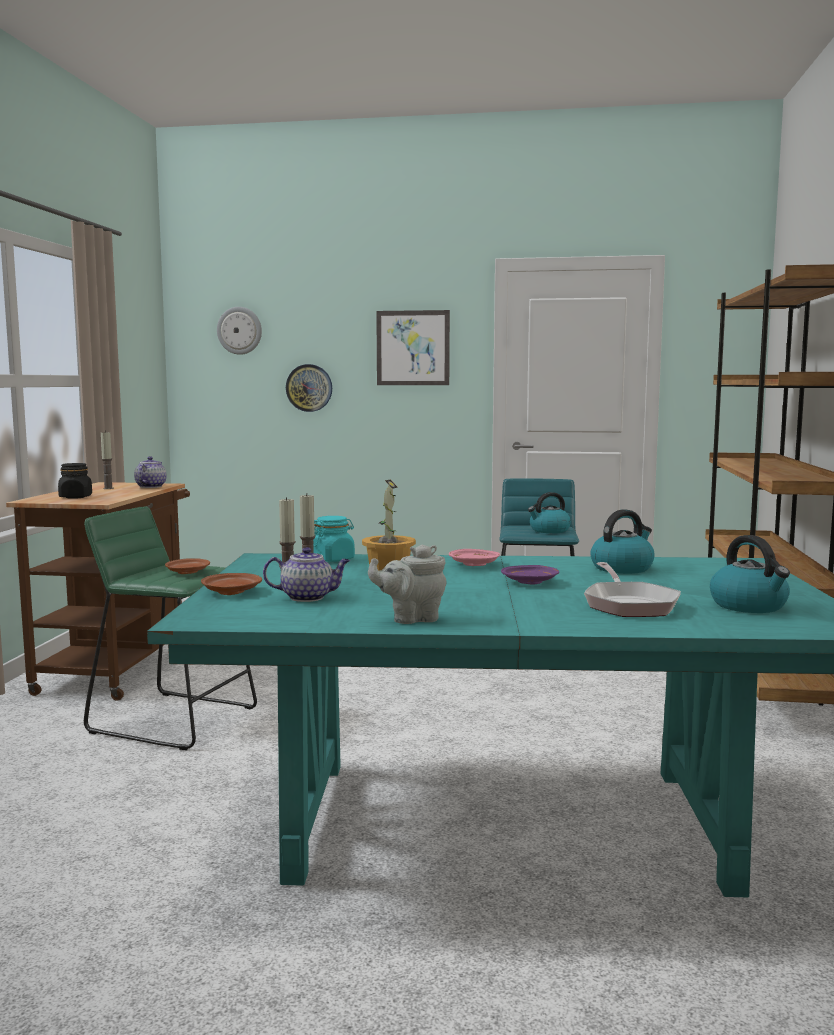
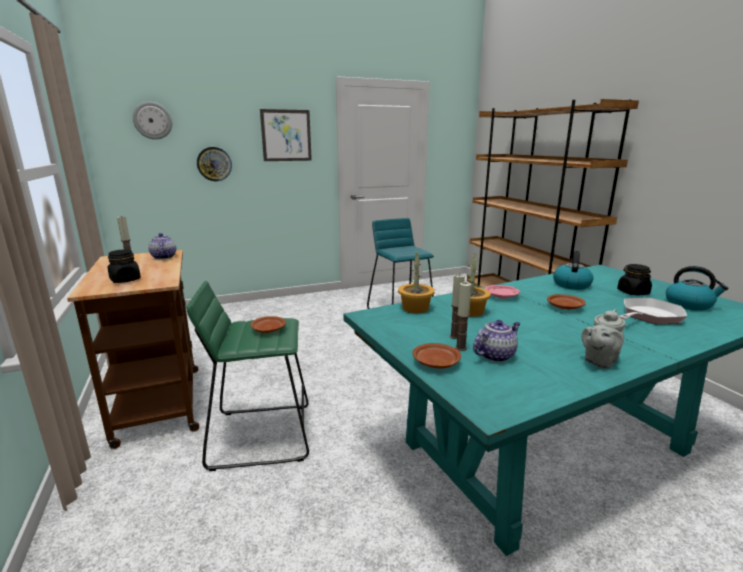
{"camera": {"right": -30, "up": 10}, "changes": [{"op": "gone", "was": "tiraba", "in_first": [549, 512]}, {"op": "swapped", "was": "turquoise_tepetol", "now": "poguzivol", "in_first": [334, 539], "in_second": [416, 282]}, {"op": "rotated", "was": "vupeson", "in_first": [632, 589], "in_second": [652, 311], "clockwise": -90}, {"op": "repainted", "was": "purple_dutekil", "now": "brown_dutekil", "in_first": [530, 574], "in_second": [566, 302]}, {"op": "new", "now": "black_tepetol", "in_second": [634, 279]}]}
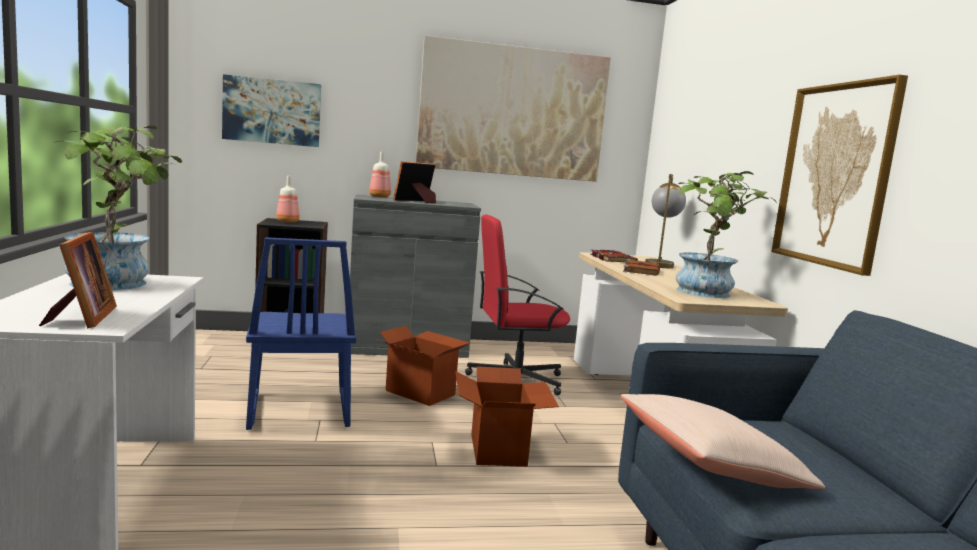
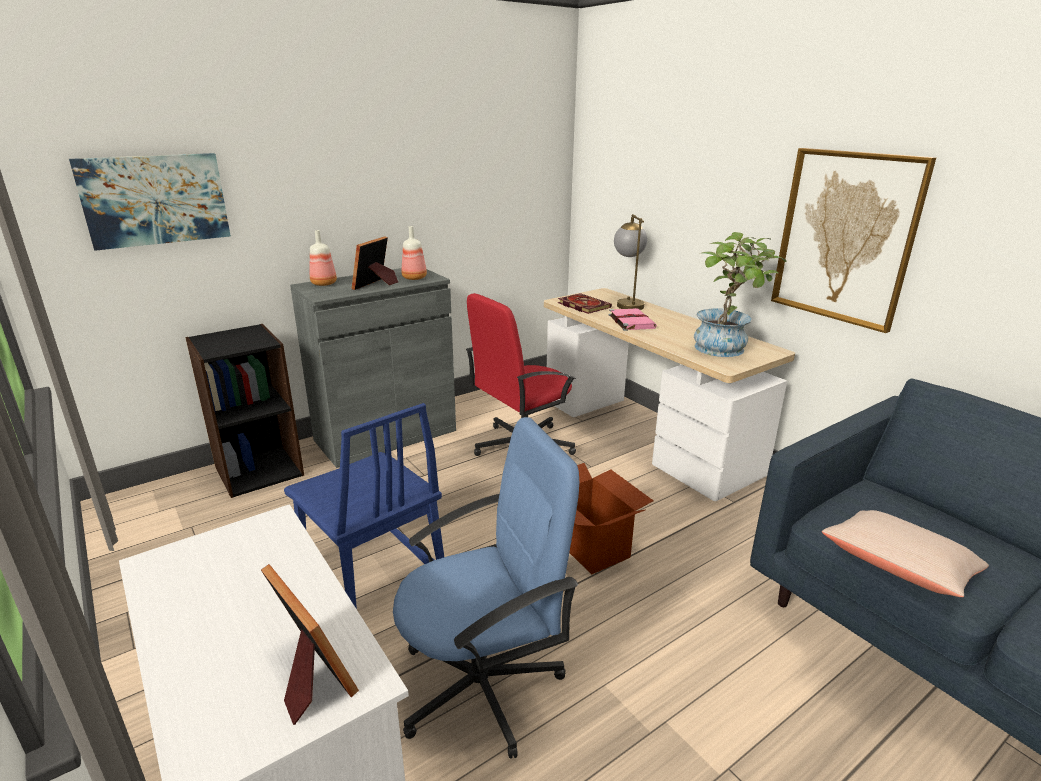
{"camera": {"right": -25, "up": 15}, "changes": [{"op": "gone", "was": "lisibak", "in_first": [513, 108]}, {"op": "gone", "was": "poguzivol", "in_first": [119, 208]}, {"op": "shifted", "was": "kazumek", "in_first": [287, 199], "in_second": [414, 253]}, {"op": "repainted", "was": "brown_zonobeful", "now": "pink_zonobeful", "in_first": [641, 267], "in_second": [633, 319]}, {"op": "gone", "was": "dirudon", "in_first": [423, 366]}, {"op": "new", "now": "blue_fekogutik", "in_second": [486, 588]}]}
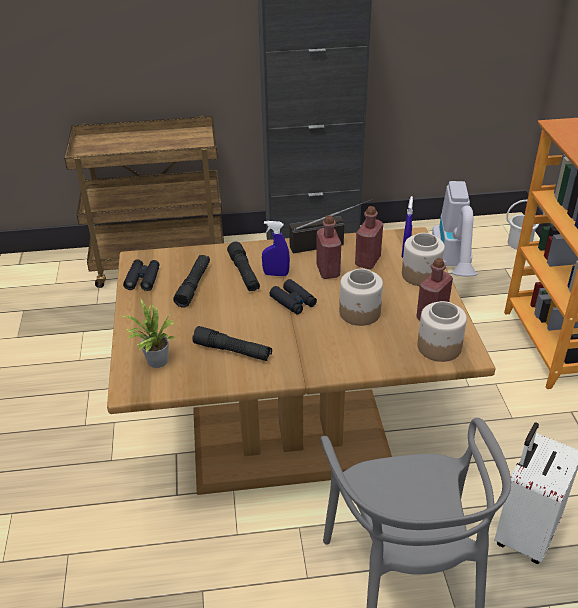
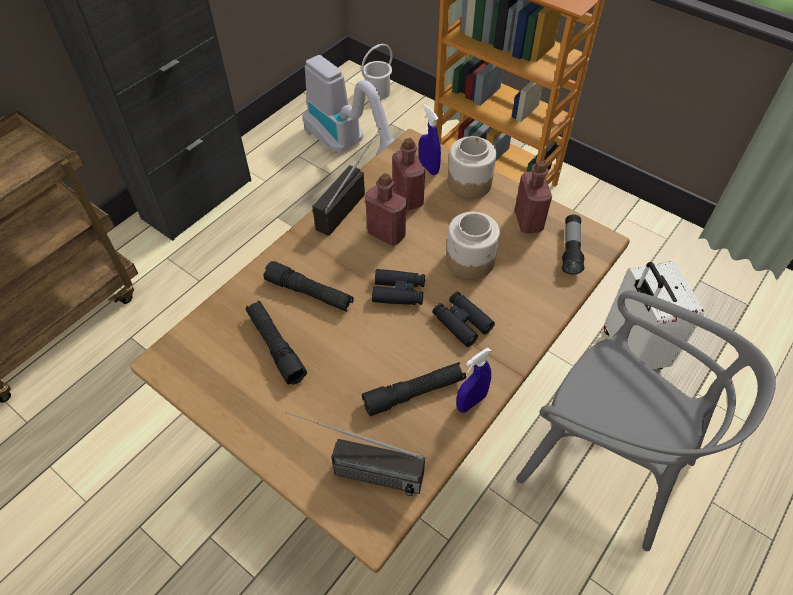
{"camera": {"right": -45, "up": 15}, "changes": [{"op": "shifted", "was": "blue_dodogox", "in_first": [276, 248], "in_second": [473, 380]}, {"op": "shifted", "was": "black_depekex", "in_first": [141, 275], "in_second": [463, 319]}, {"op": "swapped", "was": "poguzivol", "now": "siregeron", "in_first": [149, 333], "in_second": [355, 454]}, {"op": "swapped", "was": "tepetol", "now": "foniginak", "in_first": [442, 331], "in_second": [573, 244]}]}
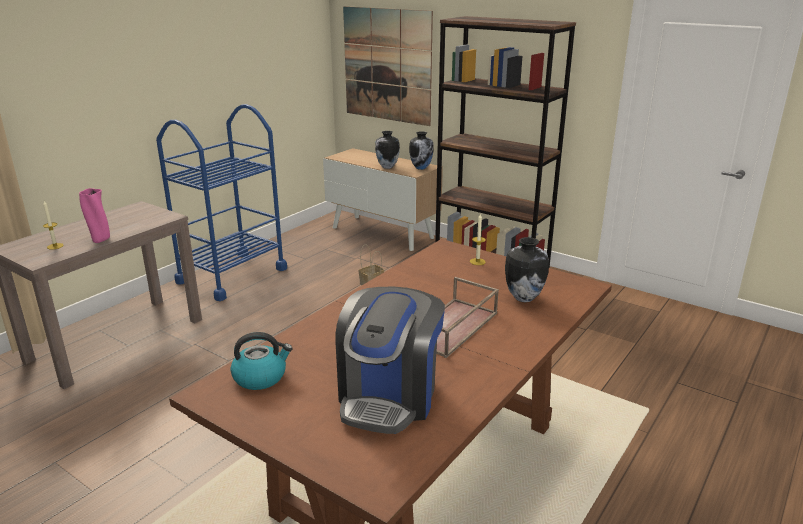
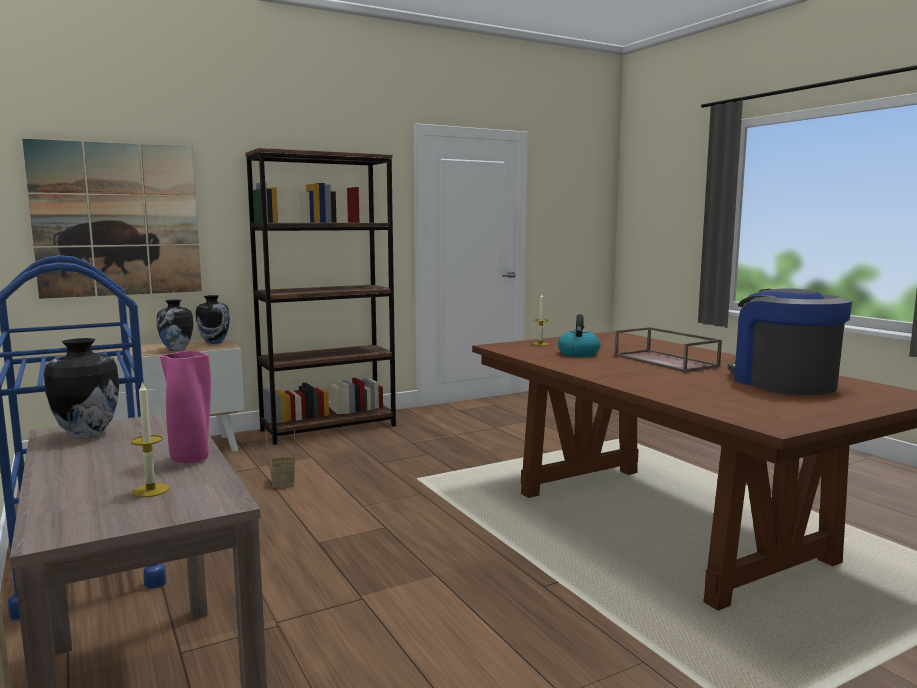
{"camera": {"right": -65, "up": -15}, "changes": [{"op": "shifted", "was": "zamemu", "in_first": [527, 269], "in_second": [81, 388]}, {"op": "rotated", "was": "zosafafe", "in_first": [390, 360], "in_second": [790, 341], "clockwise": -150}, {"op": "shifted", "was": "tiraba", "in_first": [261, 361], "in_second": [579, 335]}]}
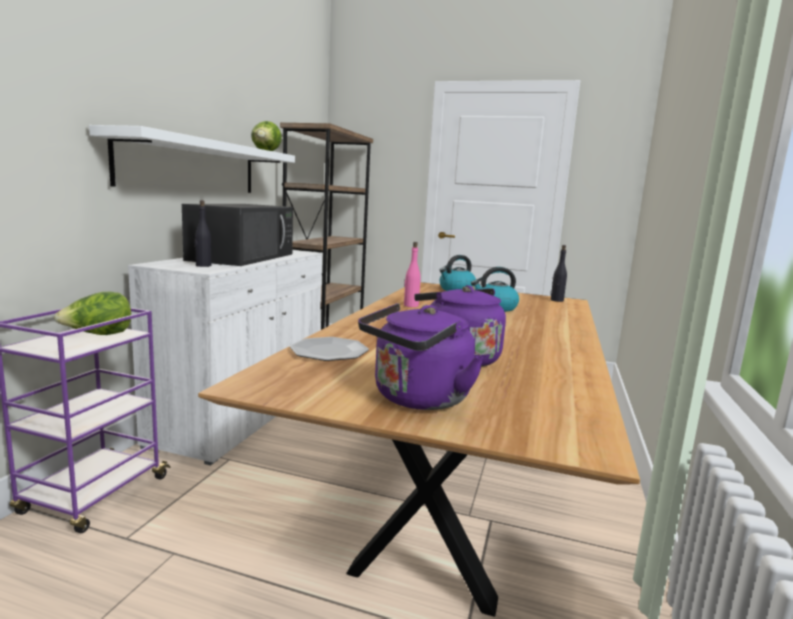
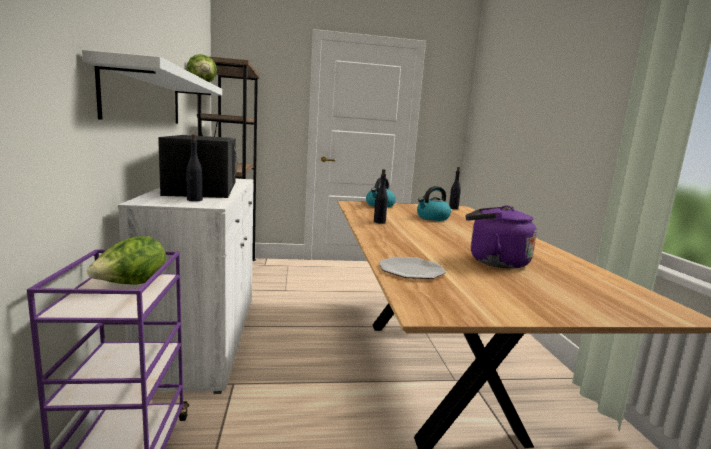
{"camera": {"right": -25, "up": 0}, "changes": [{"op": "repainted", "was": "pink_kazumek", "now": "black_kazumek", "in_first": [412, 274], "in_second": [381, 196]}, {"op": "gone", "was": "purple_tiraba", "in_first": [421, 356]}]}
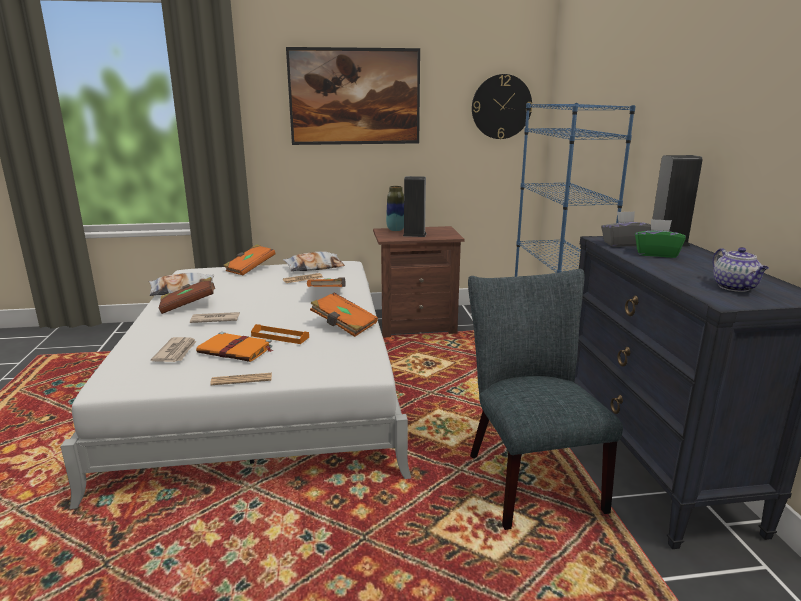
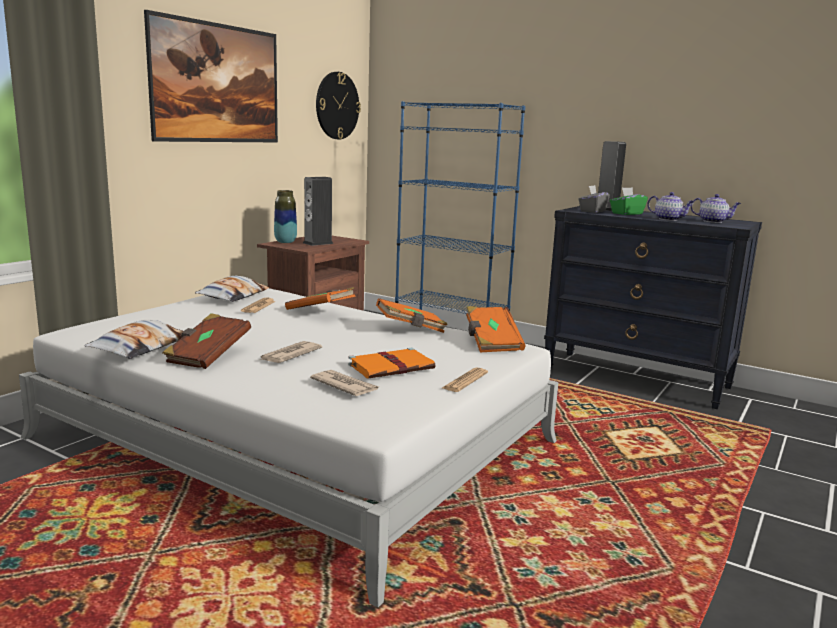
{"camera": {"right": -50, "up": -5}, "changes": [{"op": "shifted", "was": "orange_zonobeful", "in_first": [249, 260], "in_second": [495, 329]}, {"op": "gone", "was": "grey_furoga", "in_first": [545, 399]}, {"op": "gone", "was": "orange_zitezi", "in_first": [280, 334]}, {"op": "new", "now": "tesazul", "in_second": [670, 206]}]}
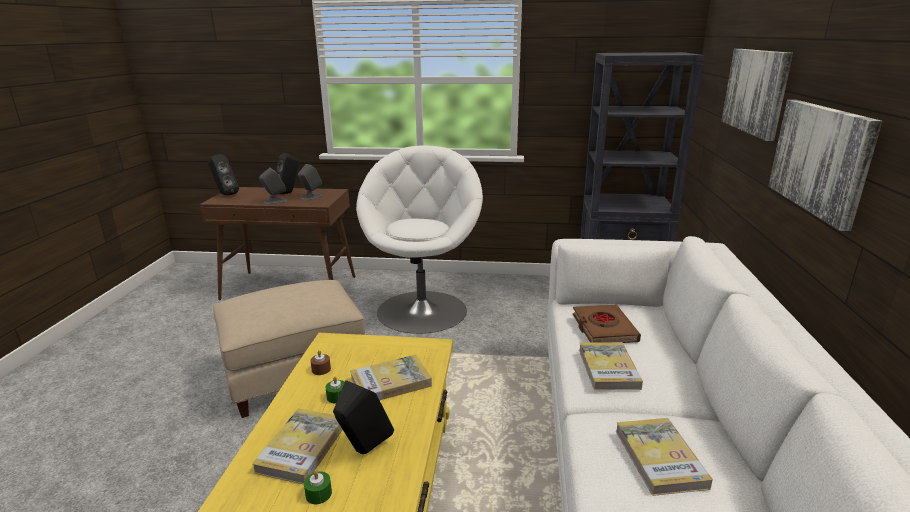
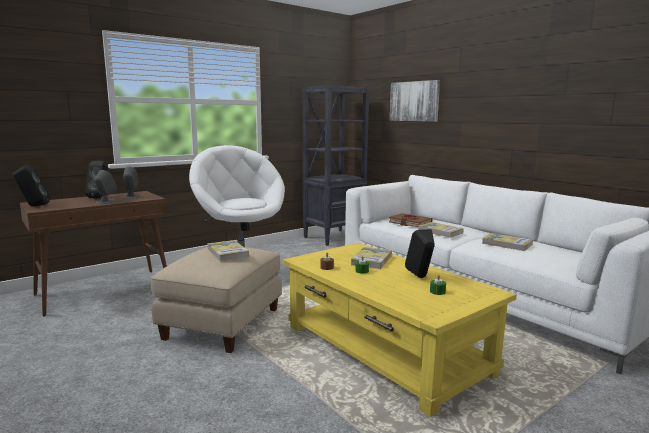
{"camera": {"right": -45, "up": -10}, "changes": [{"op": "gone", "was": "lisibak", "in_first": [825, 165]}, {"op": "shifted", "was": "zonobeful", "in_first": [297, 446], "in_second": [228, 250]}]}
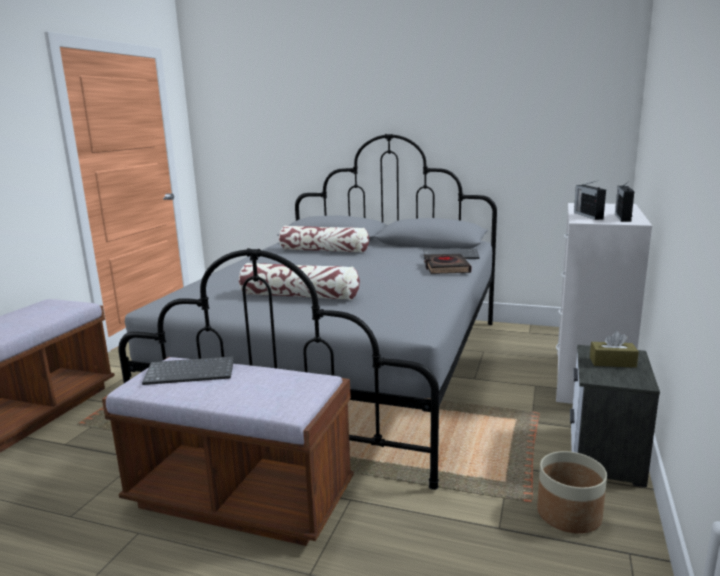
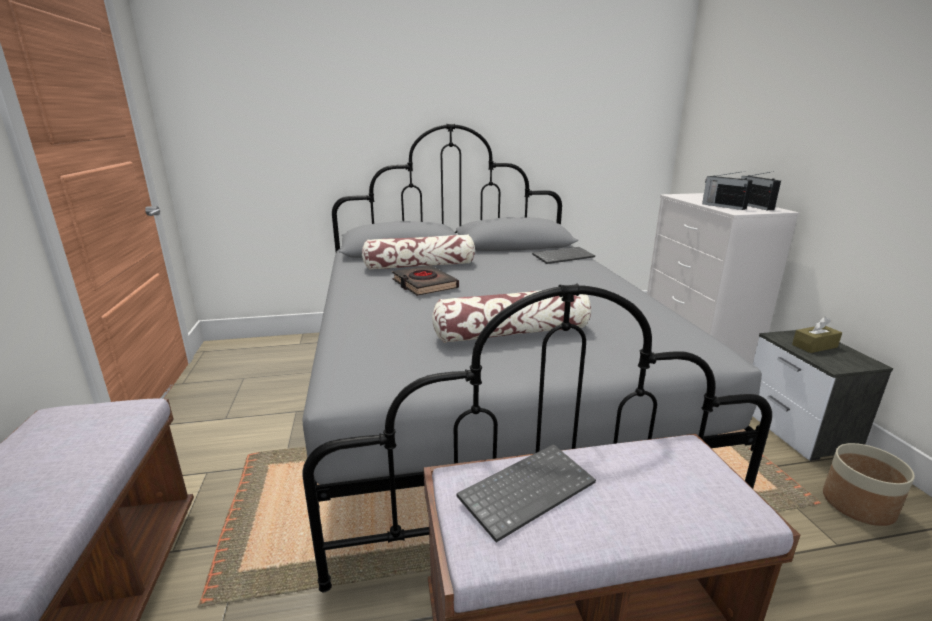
{"camera": {"right": -30, "up": 5}, "changes": [{"op": "shifted", "was": "black_zonobeful", "in_first": [447, 264], "in_second": [425, 280]}]}
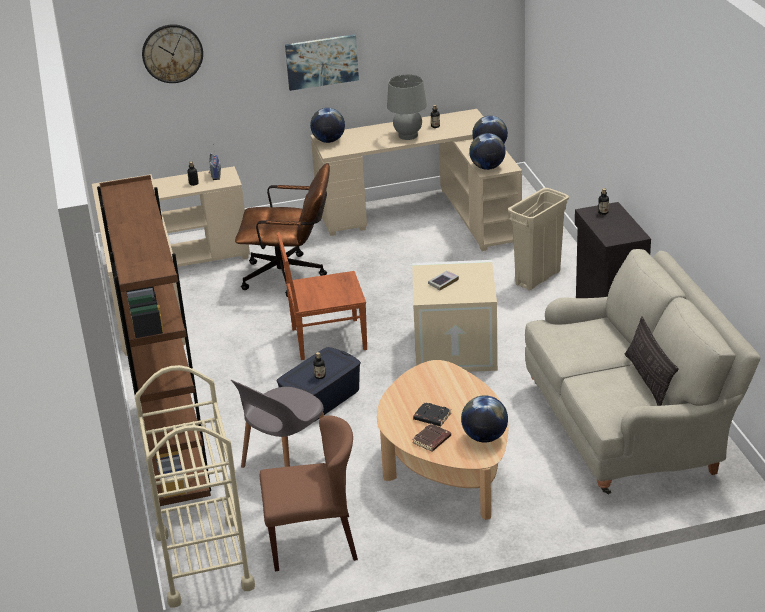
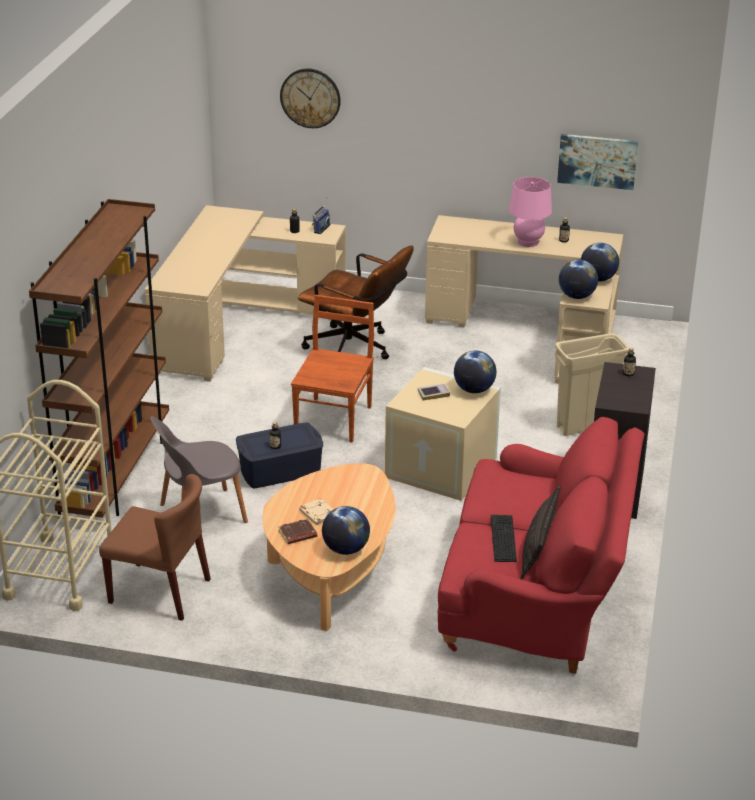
{"camera": {"right": 25, "up": 0}, "changes": [{"op": "shifted", "was": "lisibak", "in_first": [322, 62], "in_second": [597, 162]}, {"op": "repainted", "was": "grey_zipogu", "now": "pink_zipogu", "in_first": [407, 107], "in_second": [530, 212]}, {"op": "shifted", "was": "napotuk", "in_first": [327, 125], "in_second": [475, 372]}, {"op": "rotated", "was": "brown_furoga", "in_first": [322, 296], "in_second": [332, 369], "clockwise": 90}, {"op": "repainted", "was": "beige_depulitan", "now": "red_depulitan", "in_first": [642, 371], "in_second": [541, 545]}, {"op": "repainted", "was": "black_zonobeful", "now": "beige_zonobeful", "in_first": [432, 414], "in_second": [316, 511]}, {"op": "new", "now": "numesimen", "in_second": [504, 538]}]}
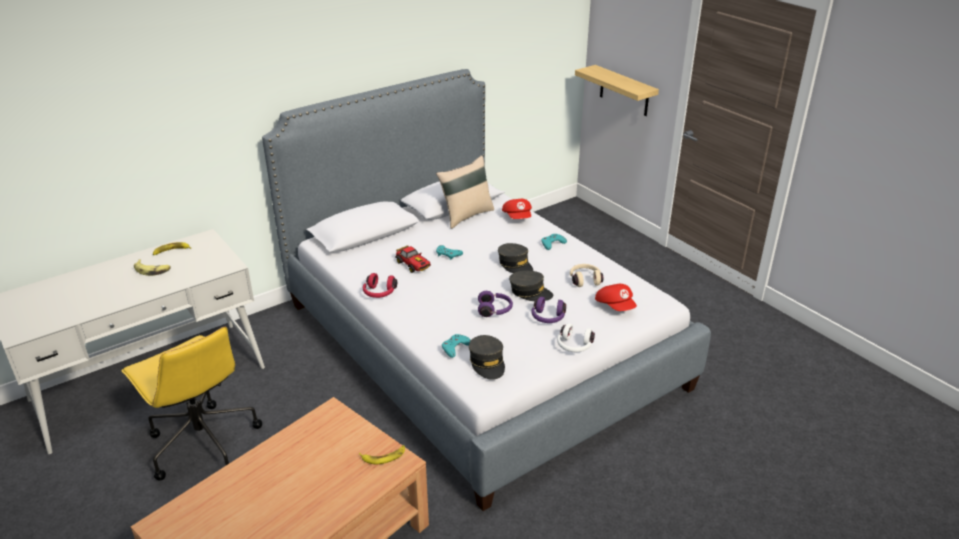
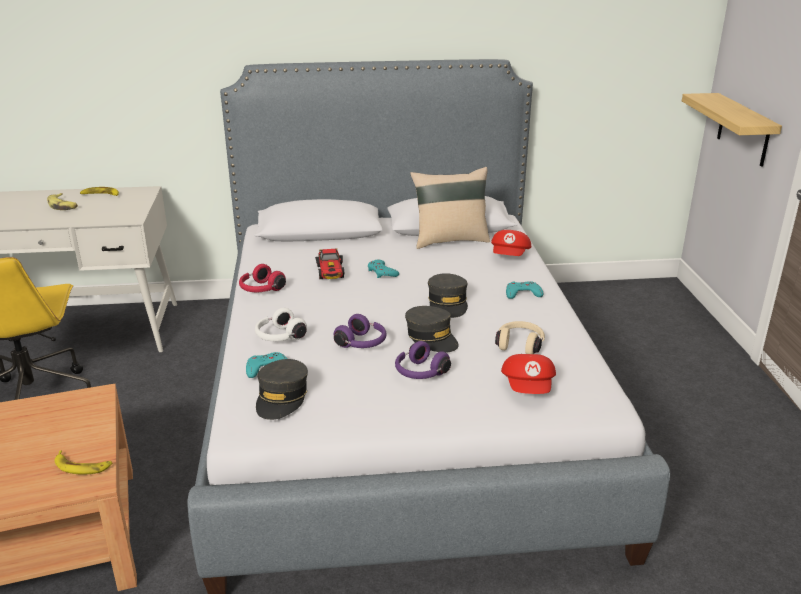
{"camera": {"right": 30, "up": -5}, "changes": [{"op": "shifted", "was": "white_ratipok", "in_first": [576, 337], "in_second": [281, 324]}]}
